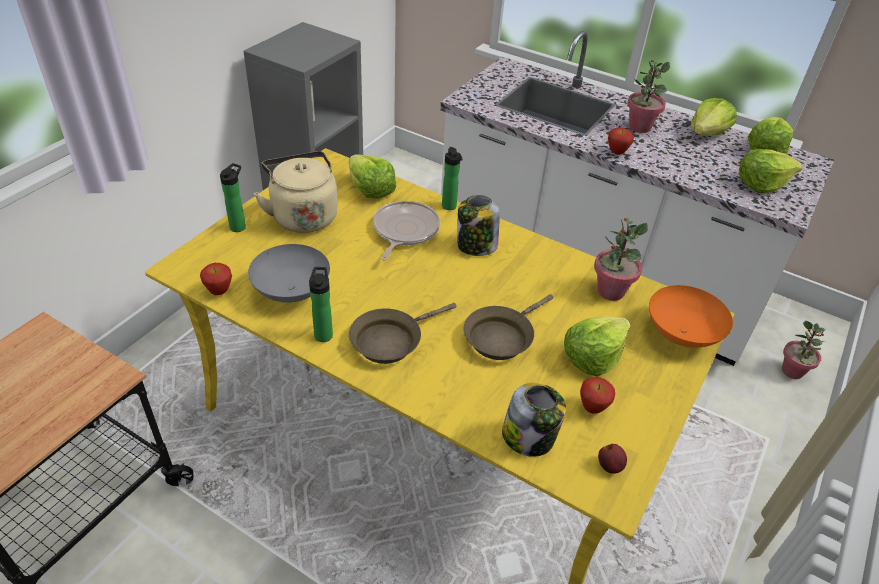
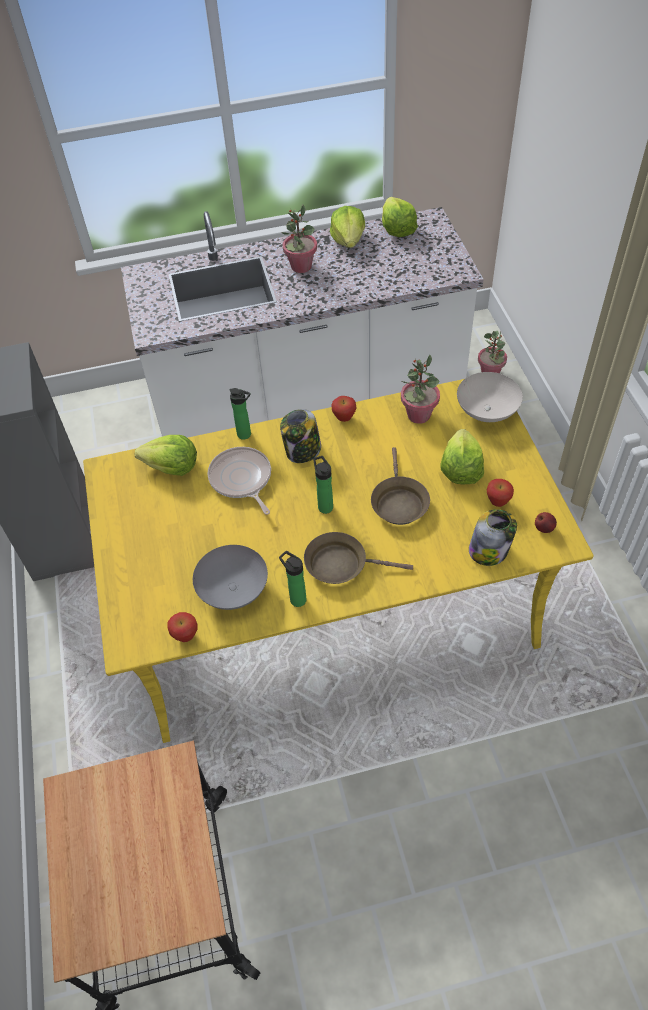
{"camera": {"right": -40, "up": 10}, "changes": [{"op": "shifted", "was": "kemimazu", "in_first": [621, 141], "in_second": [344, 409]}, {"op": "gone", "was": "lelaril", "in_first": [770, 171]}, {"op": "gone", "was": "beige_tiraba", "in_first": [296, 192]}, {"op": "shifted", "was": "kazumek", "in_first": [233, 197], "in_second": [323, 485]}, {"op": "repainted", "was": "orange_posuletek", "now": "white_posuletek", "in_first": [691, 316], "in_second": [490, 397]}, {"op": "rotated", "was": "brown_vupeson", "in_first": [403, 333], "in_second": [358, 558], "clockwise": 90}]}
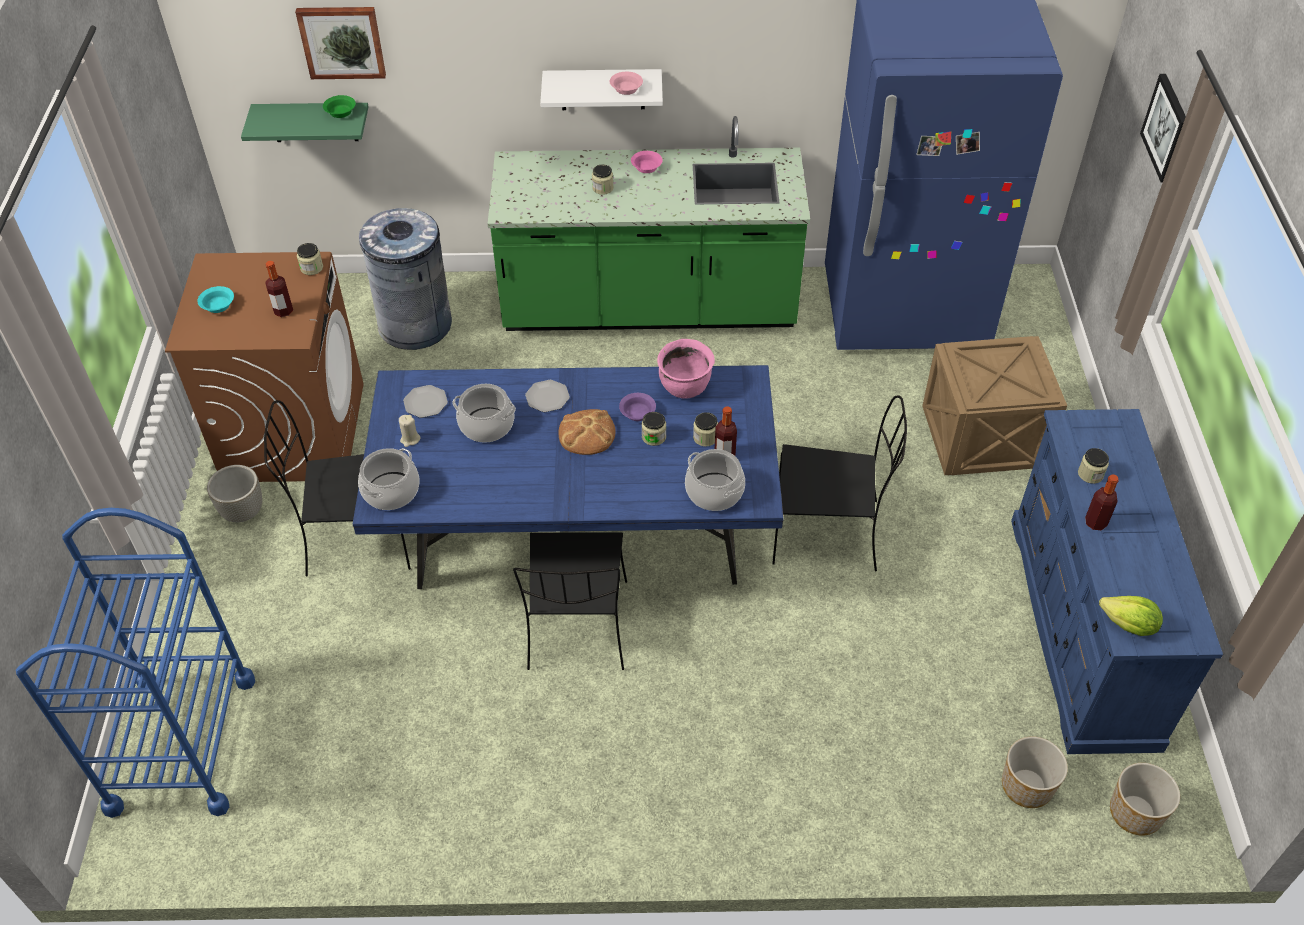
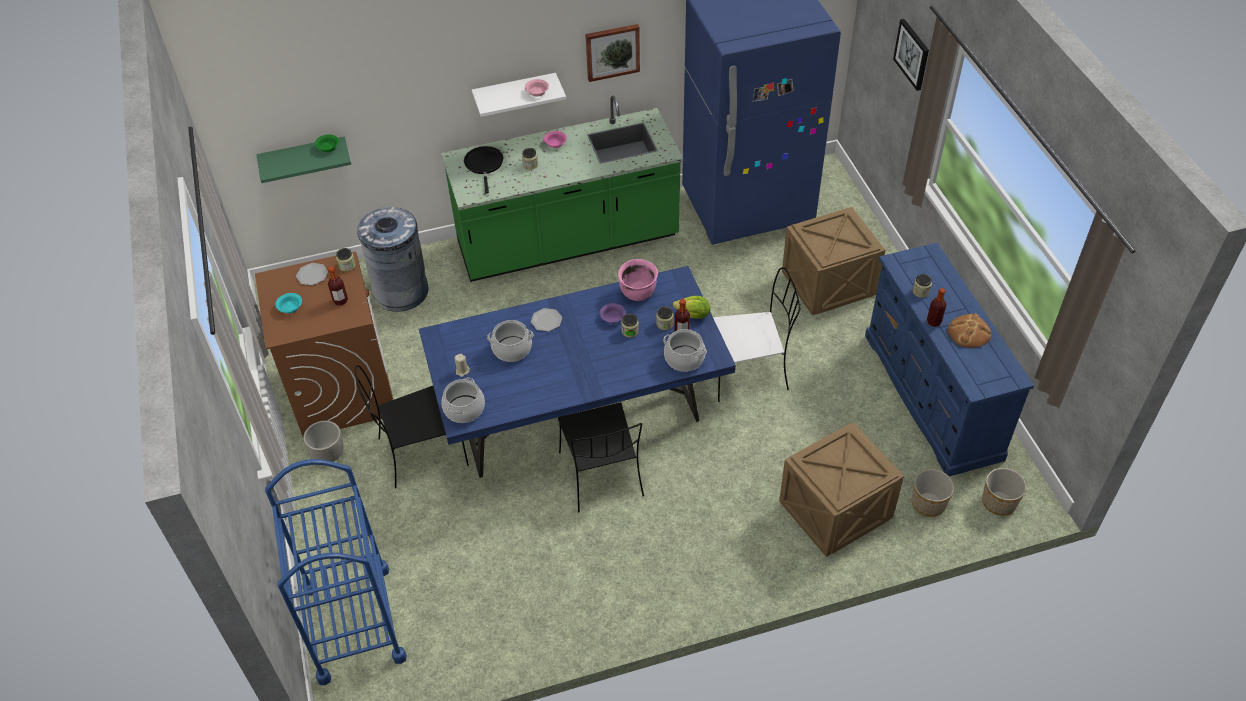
{"camera": {"right": -15, "up": 0}, "changes": [{"op": "shifted", "was": "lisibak", "in_first": [340, 43], "in_second": [612, 53]}, {"op": "shifted", "was": "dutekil", "in_first": [425, 401], "in_second": [312, 274]}, {"op": "repainted", "was": "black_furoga", "now": "white_furoga", "in_first": [839, 483], "in_second": [756, 334]}, {"op": "shifted", "was": "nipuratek", "in_first": [587, 432], "in_second": [969, 330]}, {"op": "shifted", "was": "lelaril", "in_first": [1131, 616], "in_second": [691, 307]}, {"op": "new", "now": "black_vupeson", "in_second": [483, 169]}, {"op": "new", "now": "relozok", "in_second": [841, 489]}]}
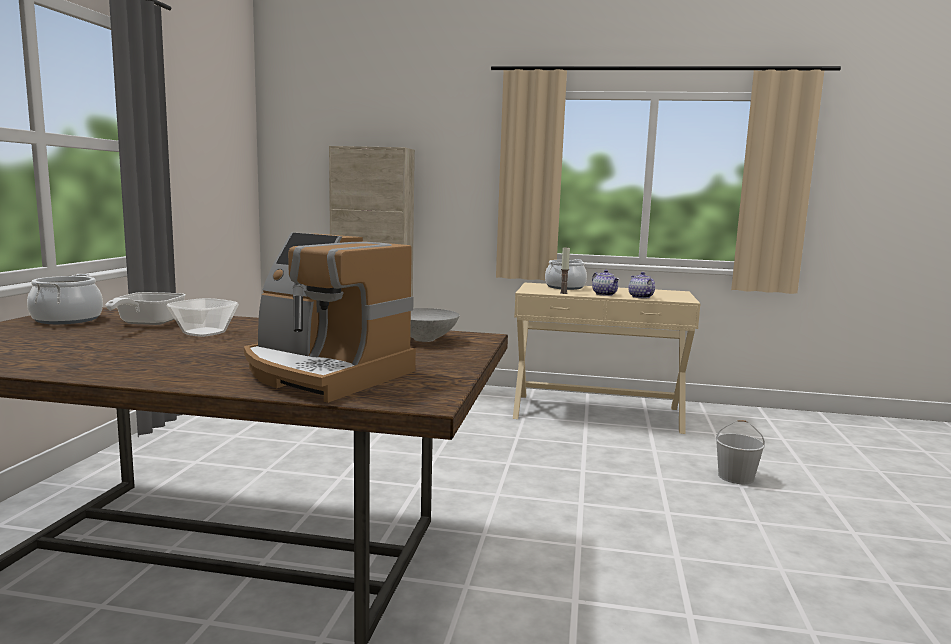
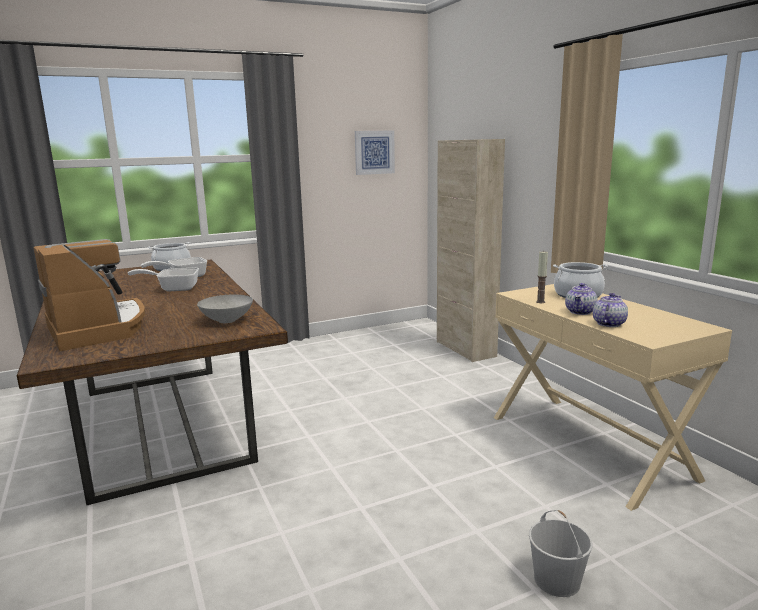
{"camera": {"right": 55, "up": 5}, "changes": [{"op": "rotated", "was": "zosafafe", "in_first": [330, 318], "in_second": [89, 295], "clockwise": 150}, {"op": "swapped", "was": "posuletek", "now": "vupeson", "in_first": [203, 317], "in_second": [163, 279]}, {"op": "new", "now": "lisibak", "in_second": [375, 152]}]}
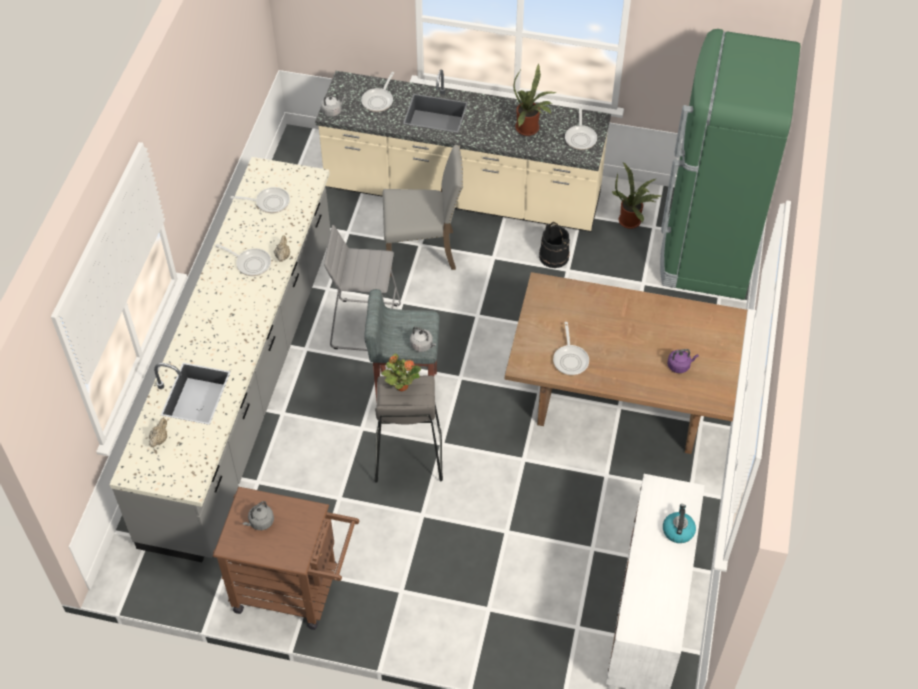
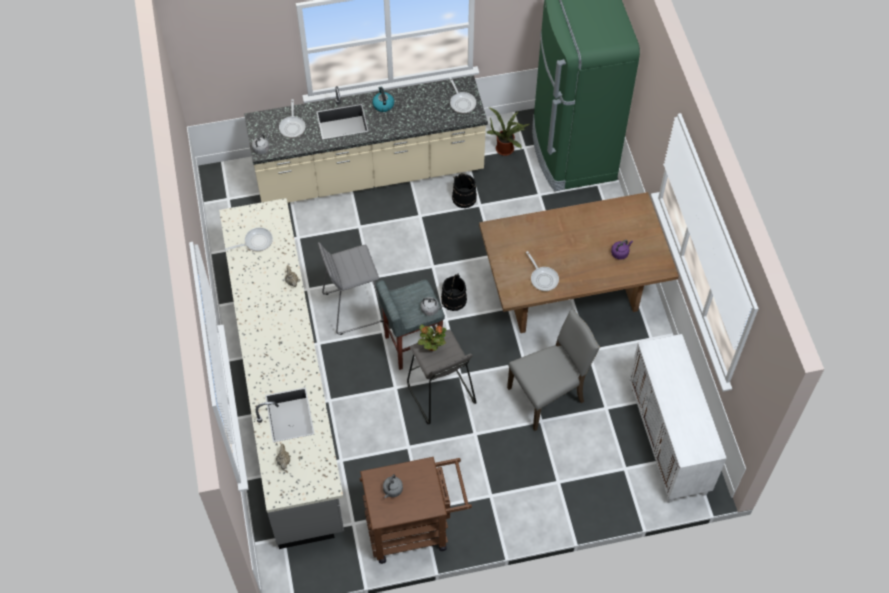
{"camera": {"right": -25, "up": 5}, "changes": [{"op": "gone", "was": "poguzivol", "in_first": [534, 100]}, {"op": "shifted", "was": "grey_furoga", "in_first": [423, 210], "in_second": [553, 370]}, {"op": "gone", "was": "vupeson", "in_first": [243, 260]}, {"op": "shifted", "was": "tiraba", "in_first": [679, 523], "in_second": [383, 99]}, {"op": "new", "now": "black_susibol", "in_second": [454, 292]}]}
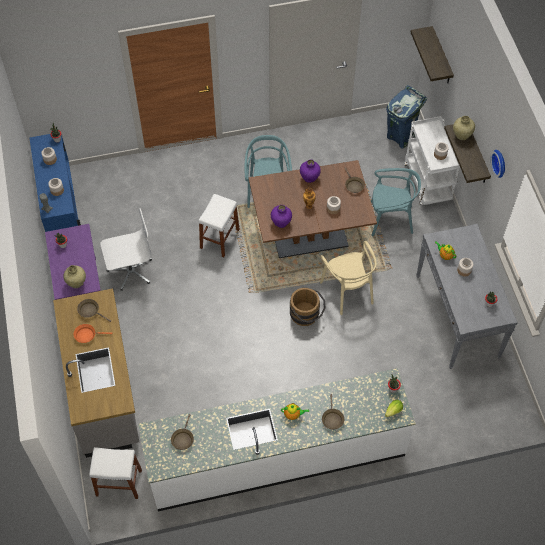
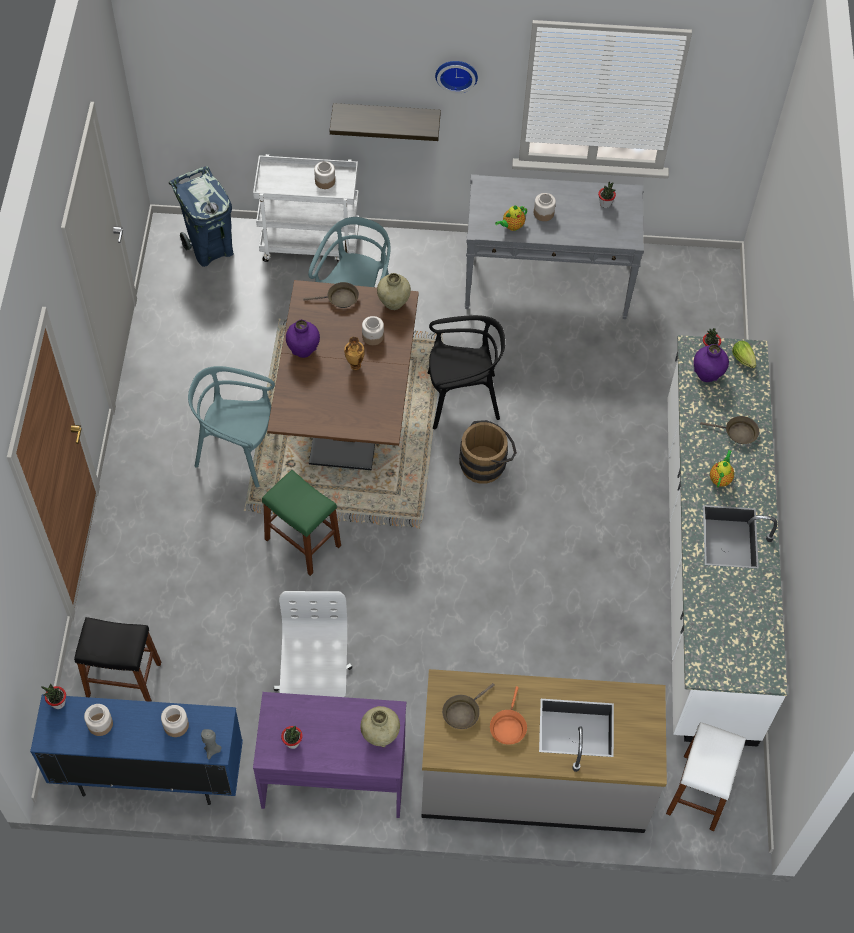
{"camera": {"right": -75, "up": 0}, "changes": [{"op": "gone", "was": "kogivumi", "in_first": [432, 54]}, {"op": "shifted", "was": "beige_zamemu", "in_first": [464, 128], "in_second": [394, 291]}, {"op": "repainted", "was": "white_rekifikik", "now": "green_rekifikik", "in_first": [219, 225], "in_second": [301, 523]}, {"op": "shifted", "was": "purple_zamemu", "in_first": [281, 216], "in_second": [711, 363]}, {"op": "repainted", "was": "beige_furoga", "now": "black_furoga", "in_first": [348, 278], "in_second": [466, 372]}, {"op": "gone", "was": "brown_vupeson", "in_first": [182, 432]}, {"op": "new", "now": "black_rekifikik", "in_second": [117, 659]}]}
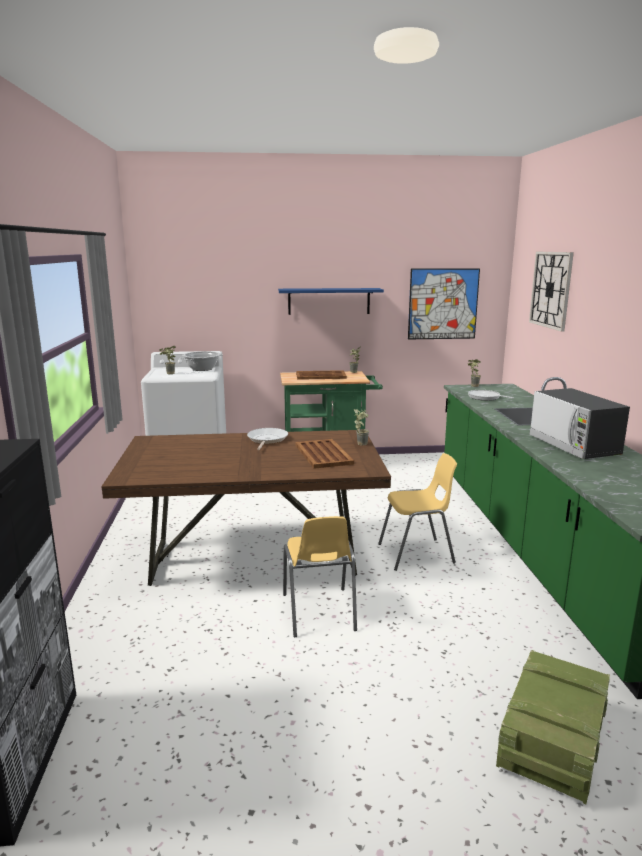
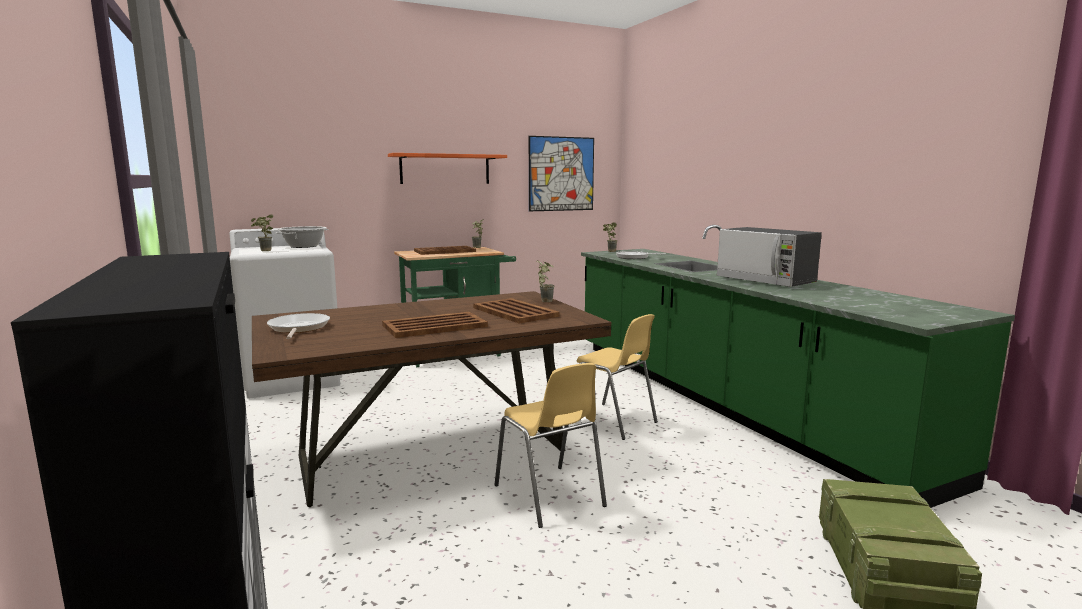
{"camera": {"right": -20, "up": -5}, "changes": [{"op": "gone", "was": "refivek", "in_first": [551, 292]}, {"op": "repainted", "was": "blue_kogivumi", "now": "orange_kogivumi", "in_first": [331, 301], "in_second": [447, 168]}, {"op": "shifted", "was": "vupeson", "in_first": [267, 439], "in_second": [298, 326]}, {"op": "rotated", "was": "yellow_furoga", "in_first": [417, 512], "in_second": [617, 377], "clockwise": 75}, {"op": "new", "now": "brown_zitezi", "in_second": [435, 325]}]}
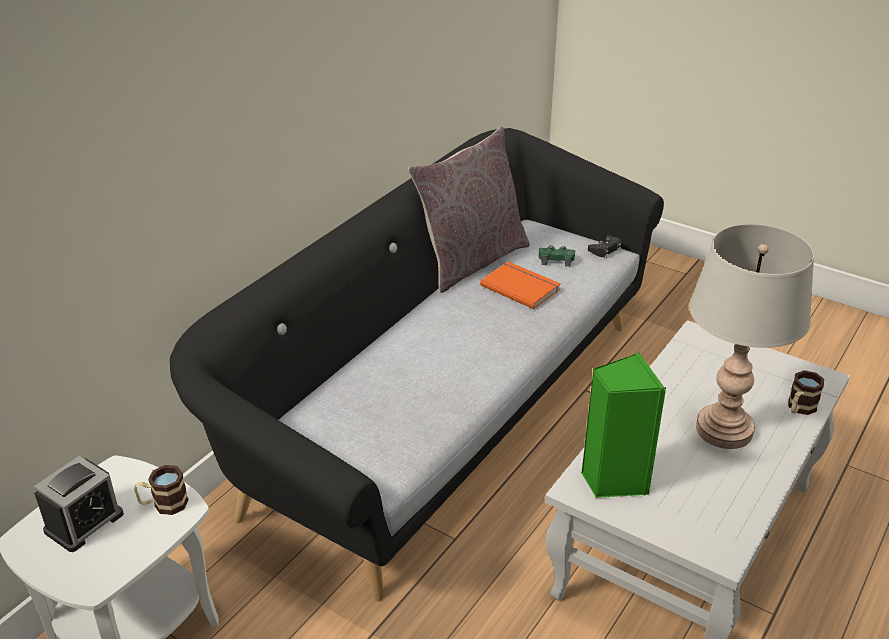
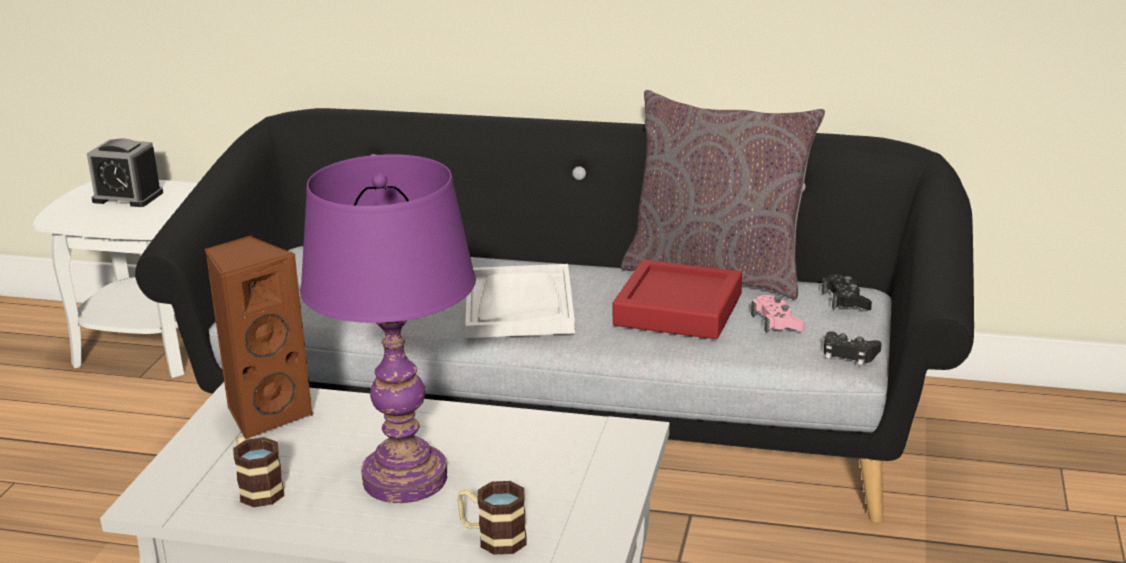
{"camera": {"right": 70, "up": -10}, "changes": [{"op": "repainted", "was": "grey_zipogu", "now": "purple_zipogu", "in_first": [751, 336], "in_second": [388, 328]}, {"op": "repainted", "was": "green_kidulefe", "now": "pink_kidulefe", "in_first": [556, 256], "in_second": [778, 314]}, {"op": "swapped", "was": "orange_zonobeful", "now": "red_zitezi", "in_first": [520, 285], "in_second": [677, 299]}, {"op": "repainted", "was": "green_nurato", "now": "brown_nurato", "in_first": [623, 425], "in_second": [259, 337]}, {"op": "shifted", "was": "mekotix", "in_first": [161, 490], "in_second": [258, 472]}, {"op": "new", "now": "white_zitezi", "in_second": [520, 301]}, {"op": "new", "now": "black_kidulefe", "in_second": [847, 292]}]}
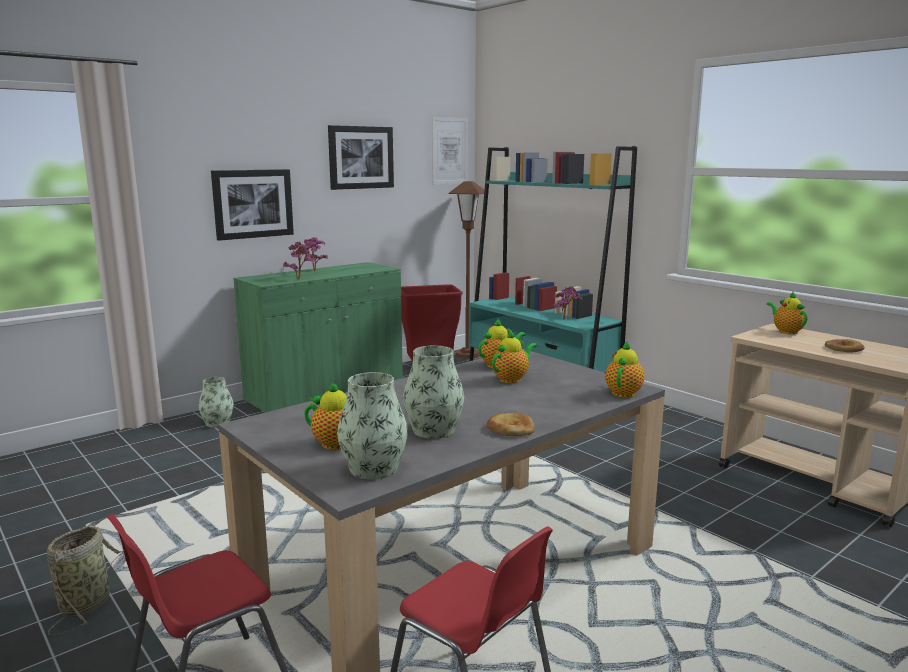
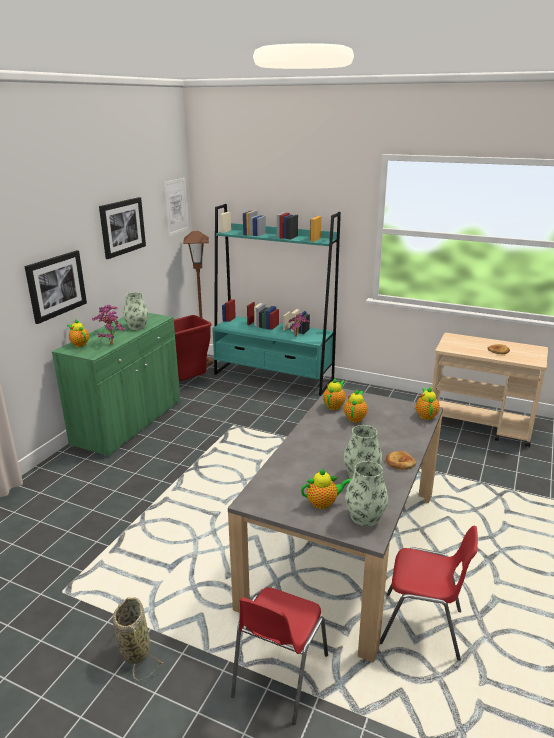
{"camera": {"right": -25, "up": 10}, "changes": [{"op": "shifted", "was": "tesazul", "in_first": [787, 313], "in_second": [78, 333]}, {"op": "shifted", "was": "zamemu", "in_first": [216, 402], "in_second": [135, 311]}]}
